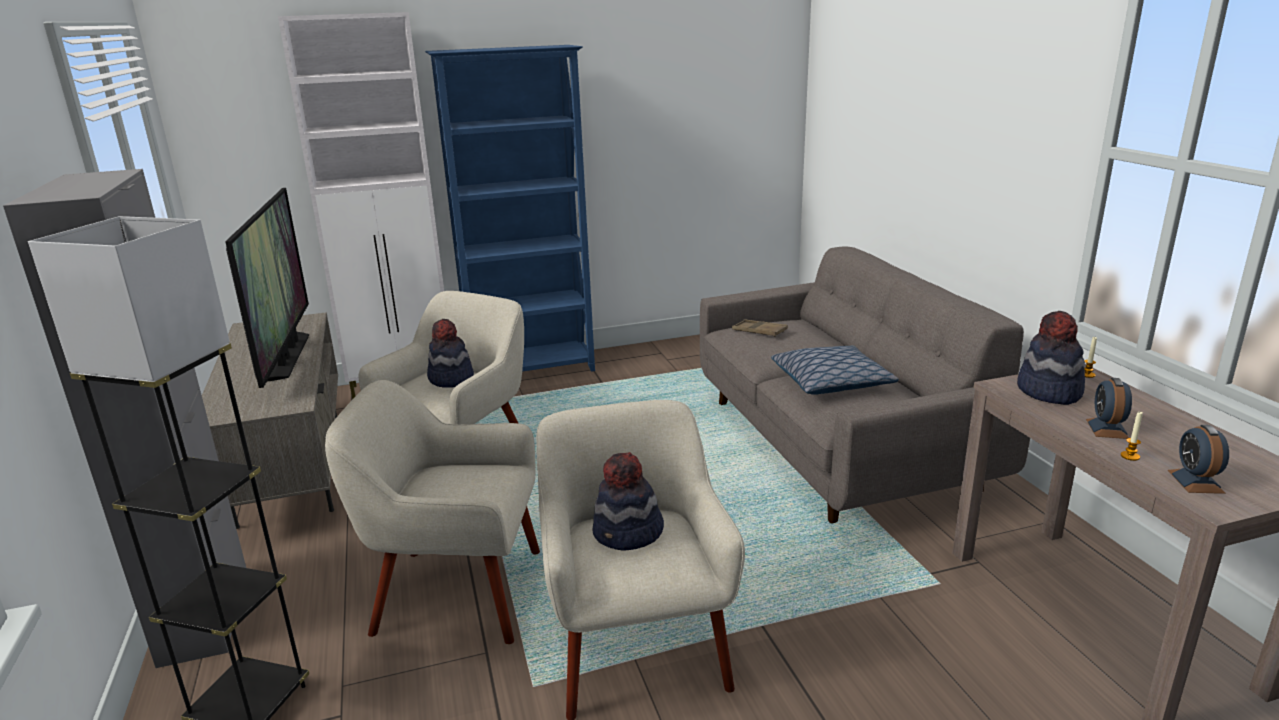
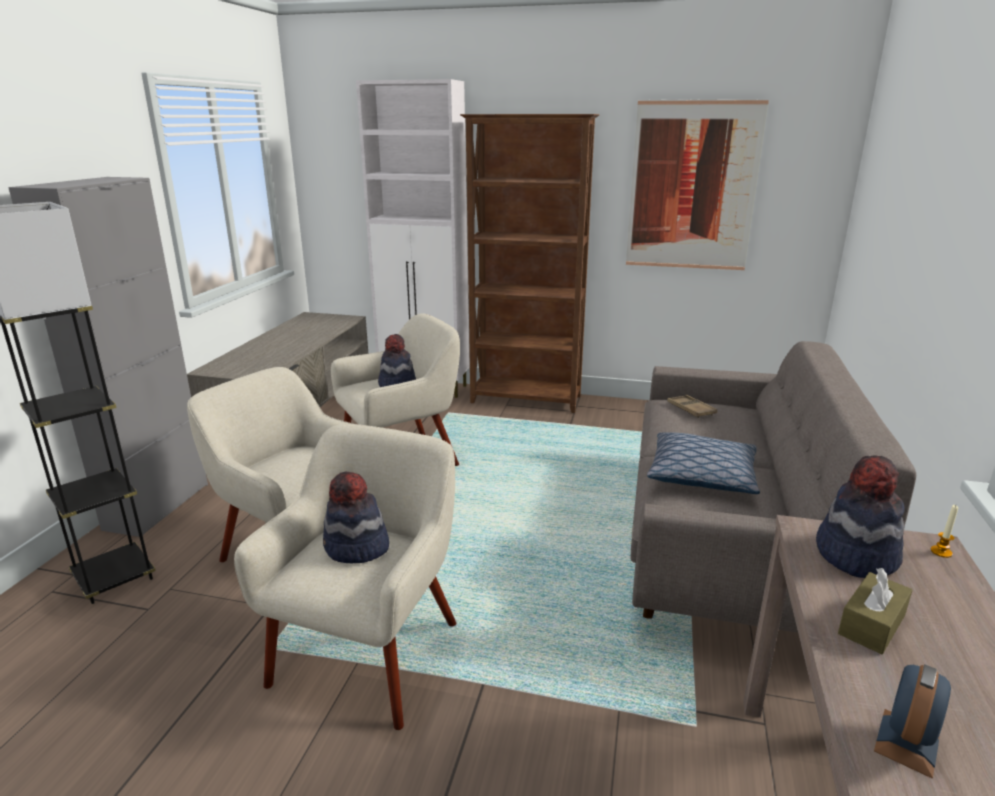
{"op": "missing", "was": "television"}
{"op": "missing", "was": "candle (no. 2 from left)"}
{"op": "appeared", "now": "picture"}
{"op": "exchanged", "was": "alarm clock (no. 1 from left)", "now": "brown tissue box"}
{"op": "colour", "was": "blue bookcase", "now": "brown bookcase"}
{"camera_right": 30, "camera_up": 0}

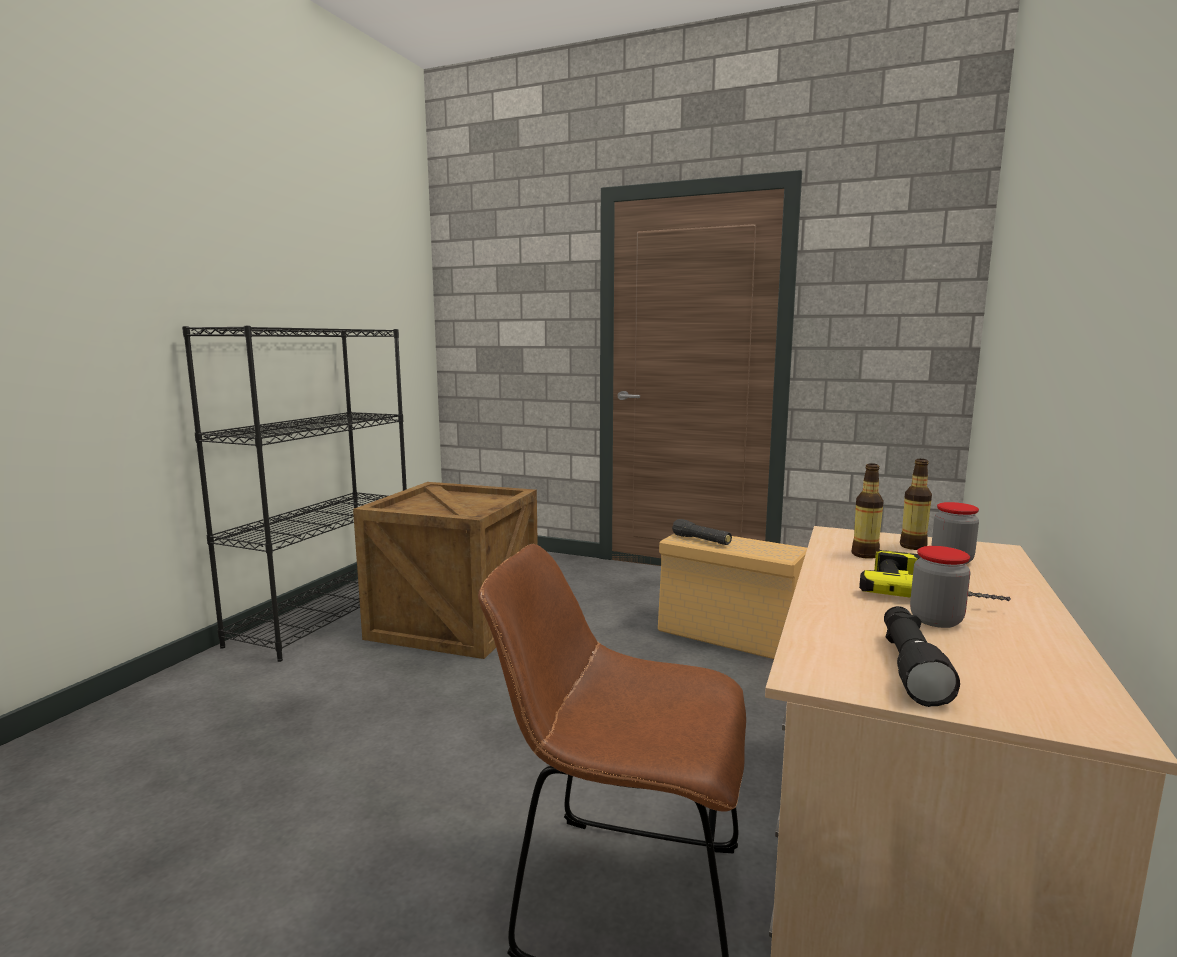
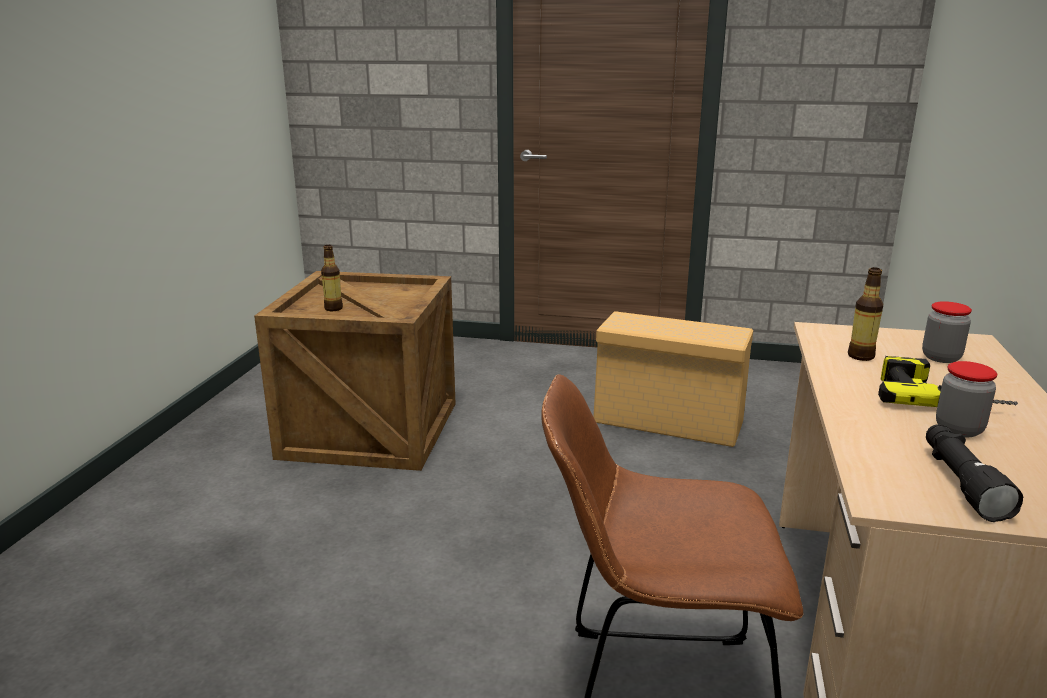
{"op": "missing", "was": "black bookcase"}
{"op": "missing", "was": "black flashlight (no. 1 from left)"}
{"op": "relocated", "was": "bottle (no. 2 from left in the first image)", "now": "bottle (no. 1 from left)"}
{"camera_right": -10, "camera_up": 10}

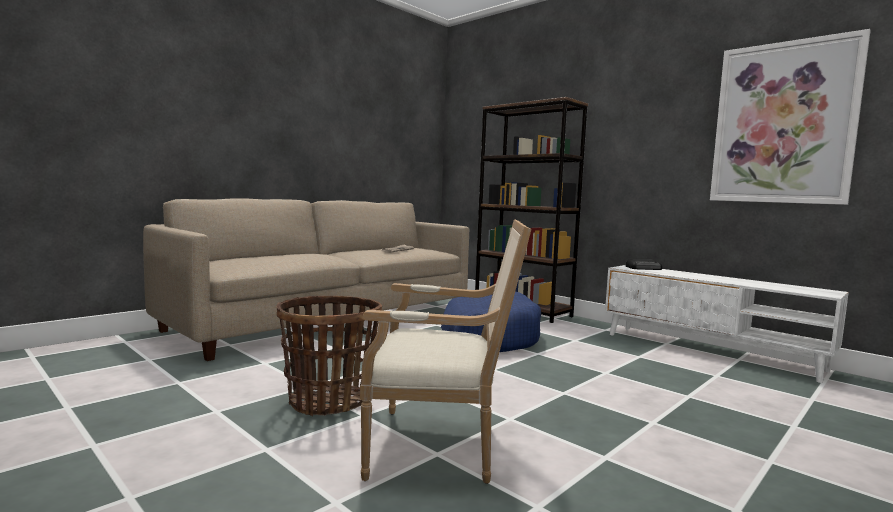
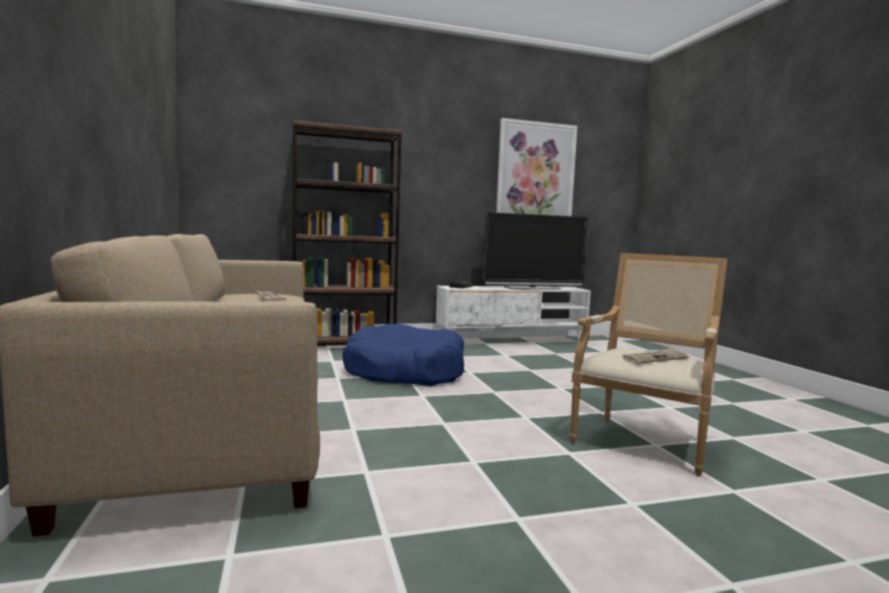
{"op": "missing", "was": "basket"}
{"op": "appeared", "now": "television"}
{"op": "appeared", "now": "newspaper (no. 2 from left)"}
{"camera_right": -60, "camera_up": 0}

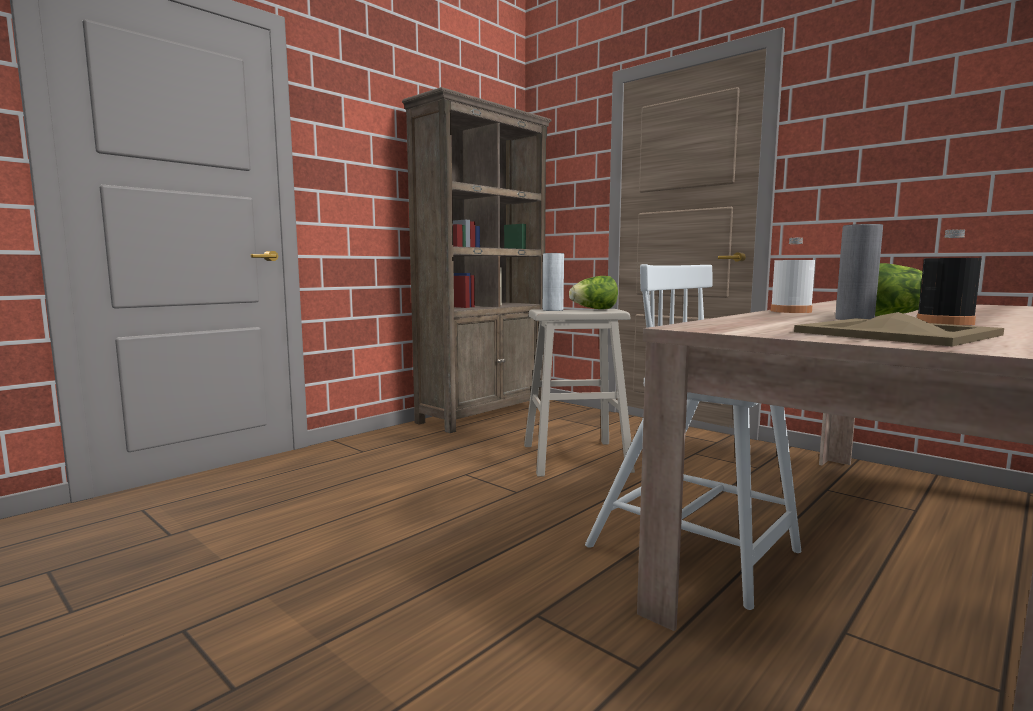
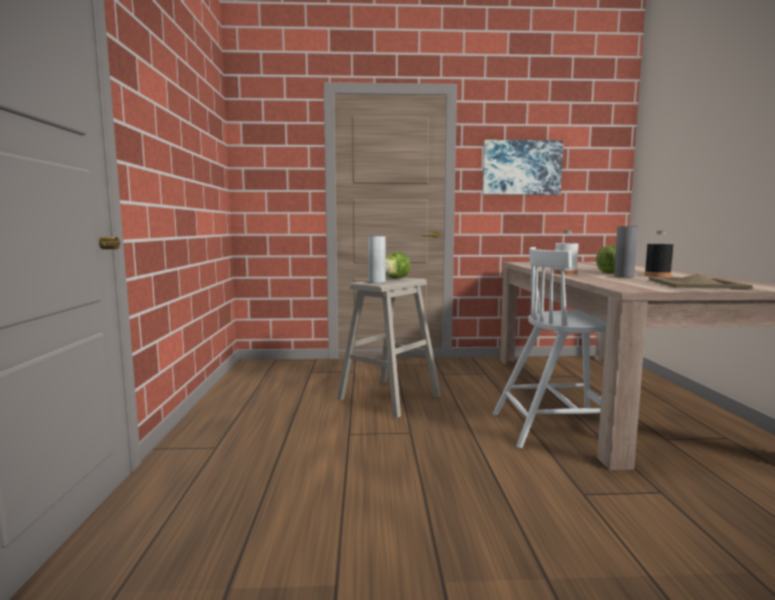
{"op": "missing", "was": "brown bookcase"}
{"op": "appeared", "now": "picture"}
{"camera_right": -45, "camera_up": 0}

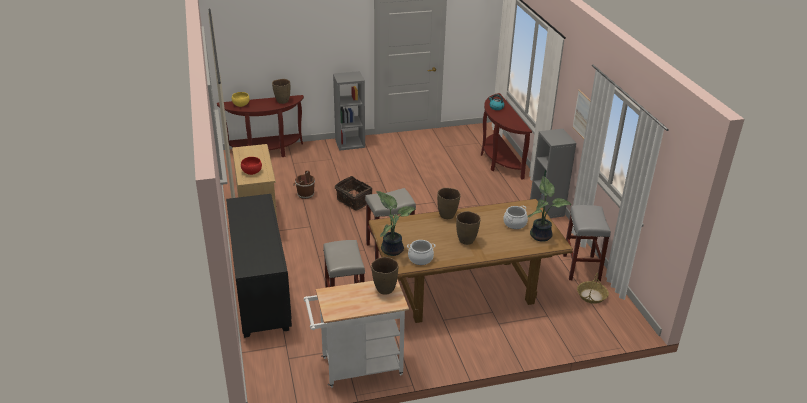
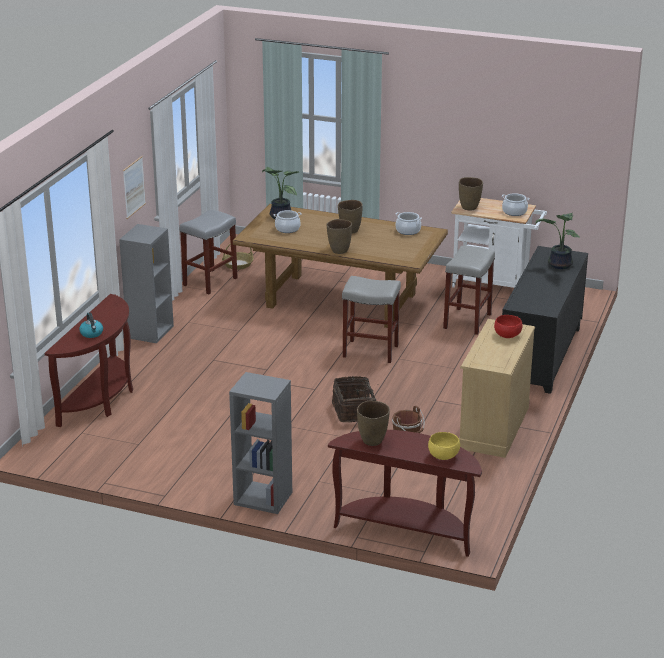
{"op": "appeared", "now": "cooking pot (no. 3 from left)"}
{"op": "relocated", "was": "potted plant (no. 1 from left in the first image)", "now": "potted plant (no. 2 from left)"}
{"camera_right": -145, "camera_up": -5}

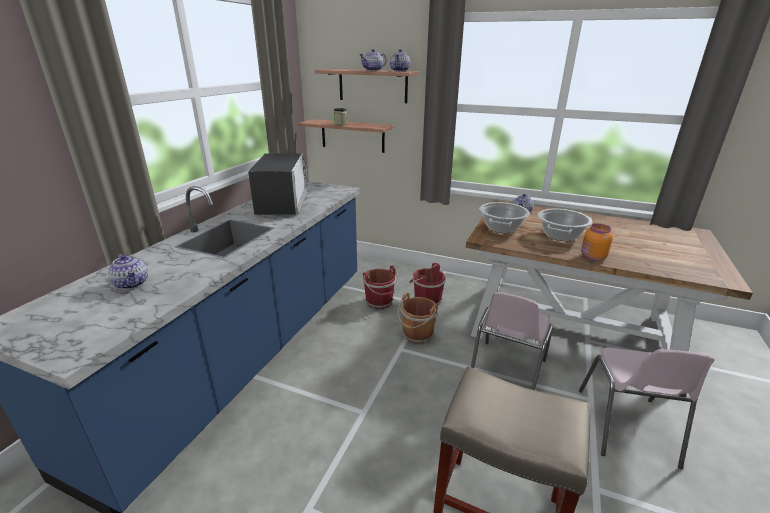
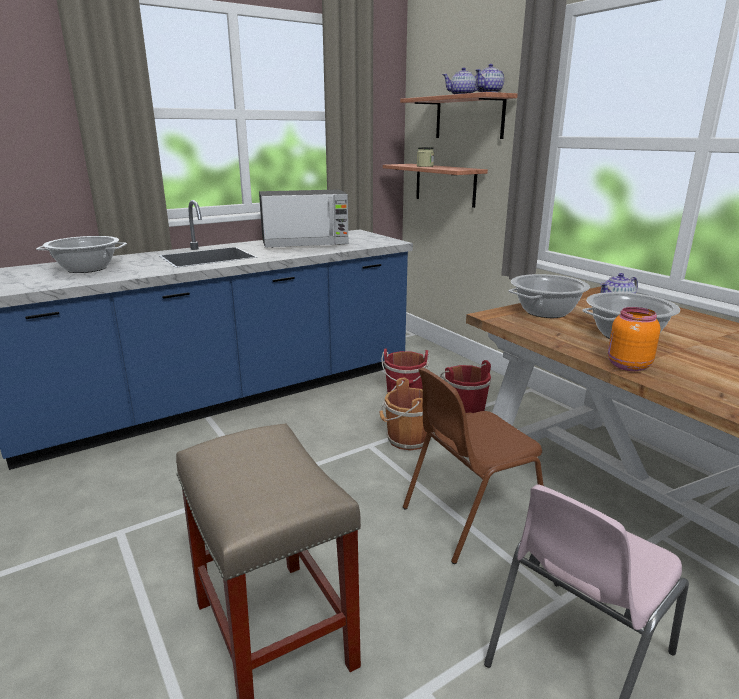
{"op": "exchanged", "was": "teapot (no. 1 from left)", "now": "cooking pot (no. 1 from left)"}
{"op": "colour", "was": "pink chair (no. 1 from left)", "now": "brown chair"}
{"op": "spun", "was": "microwave", "clockwise": 45}
{"camera_right": 35, "camera_up": -5}

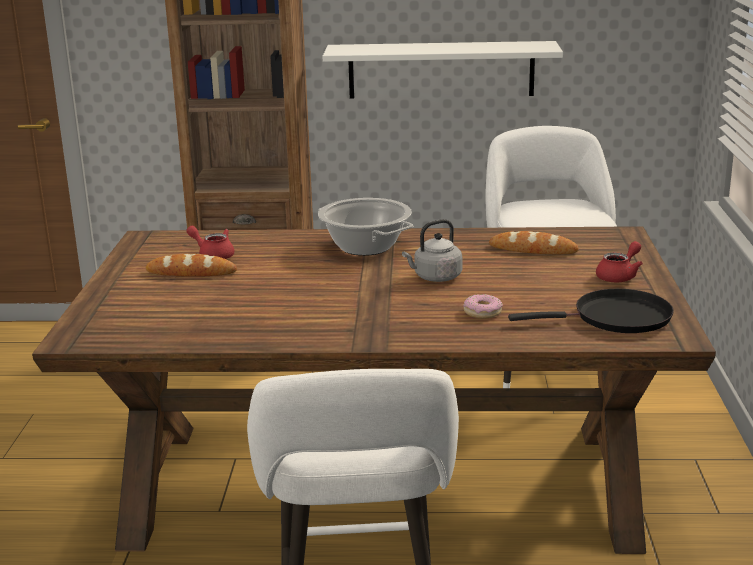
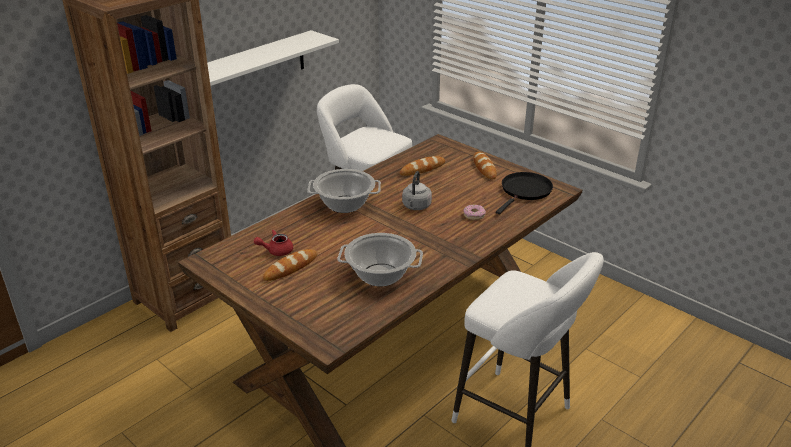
{"op": "appeared", "now": "cooking pot (no. 2 from left)"}
{"op": "exchanged", "was": "red teapot (no. 2 from left)", "now": "bread (no. 3 from left)"}
{"camera_right": -50, "camera_up": 10}

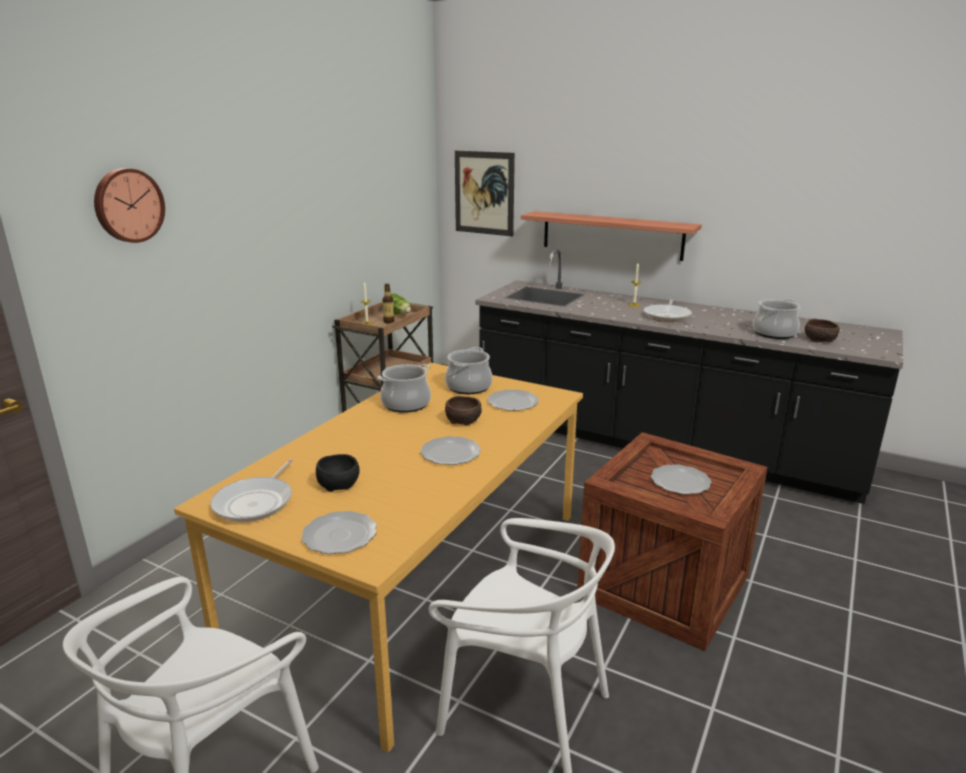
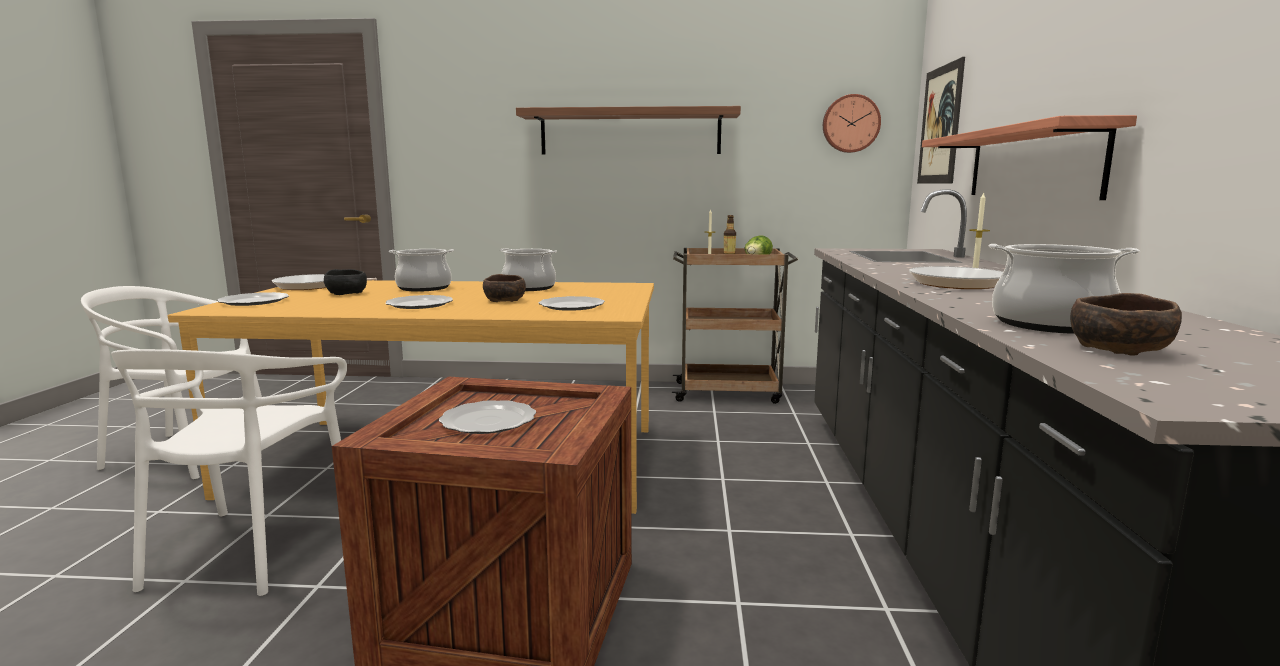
{"op": "appeared", "now": "shelf (no. 1 from left)"}
{"op": "relocated", "was": "wall clock"}
{"op": "relocated", "was": "cooking pot (no. 2 from left in the first image)", "now": "cooking pot (no. 1 from left)"}
{"camera_right": 65, "camera_up": -10}

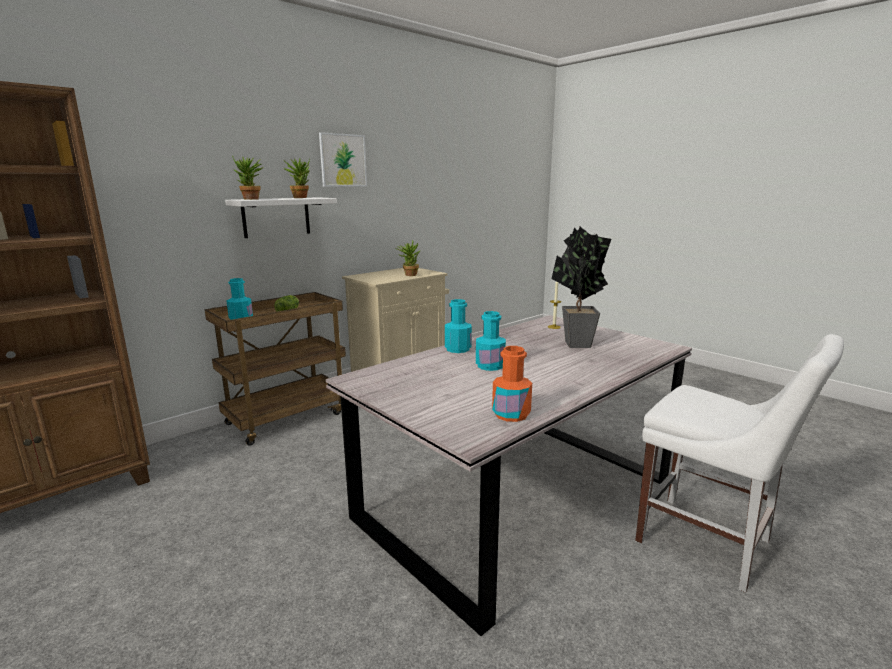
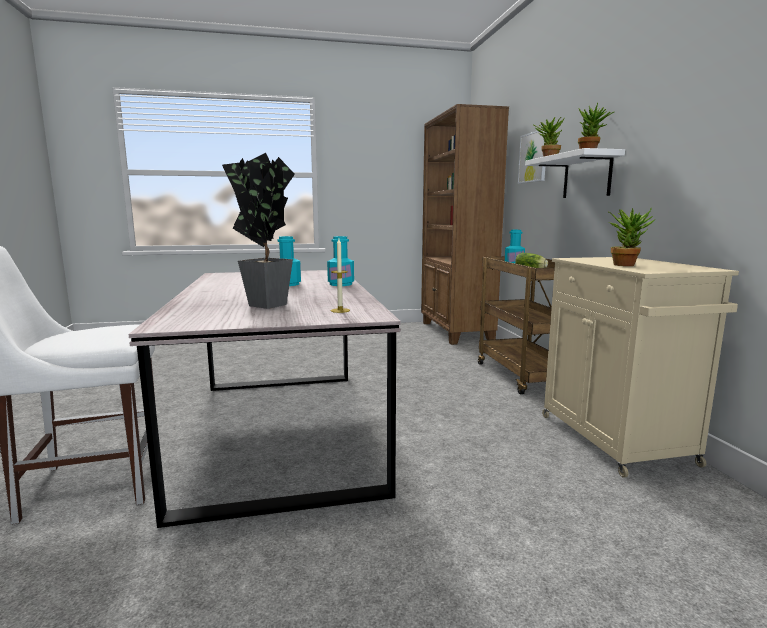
{"op": "missing", "was": "orange bottle"}
{"op": "relocated", "was": "picture"}
{"camera_right": 120, "camera_up": -5}

